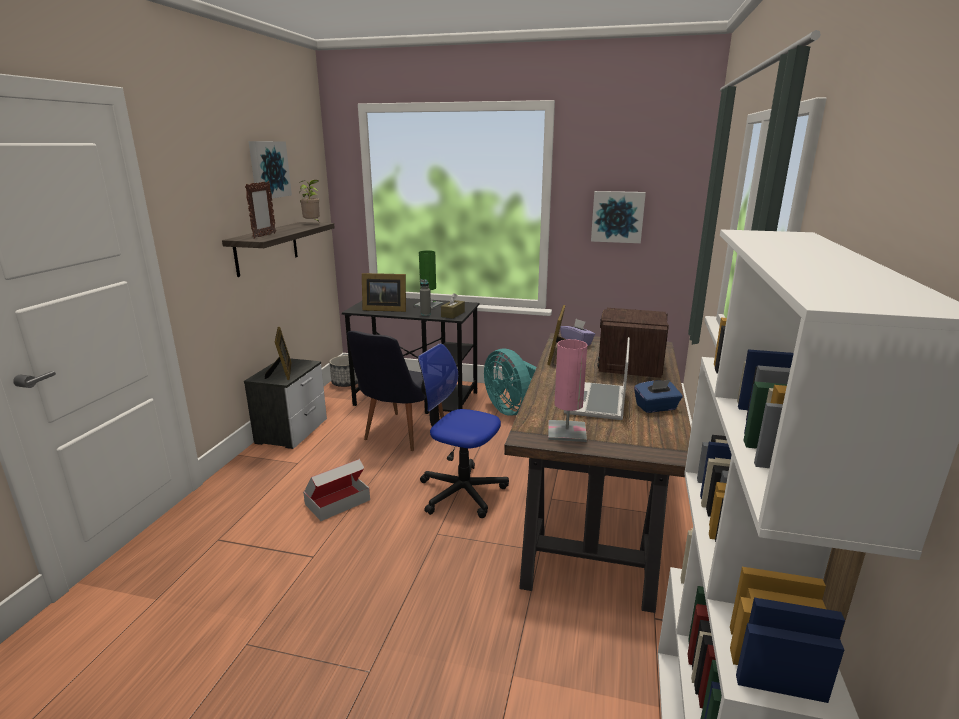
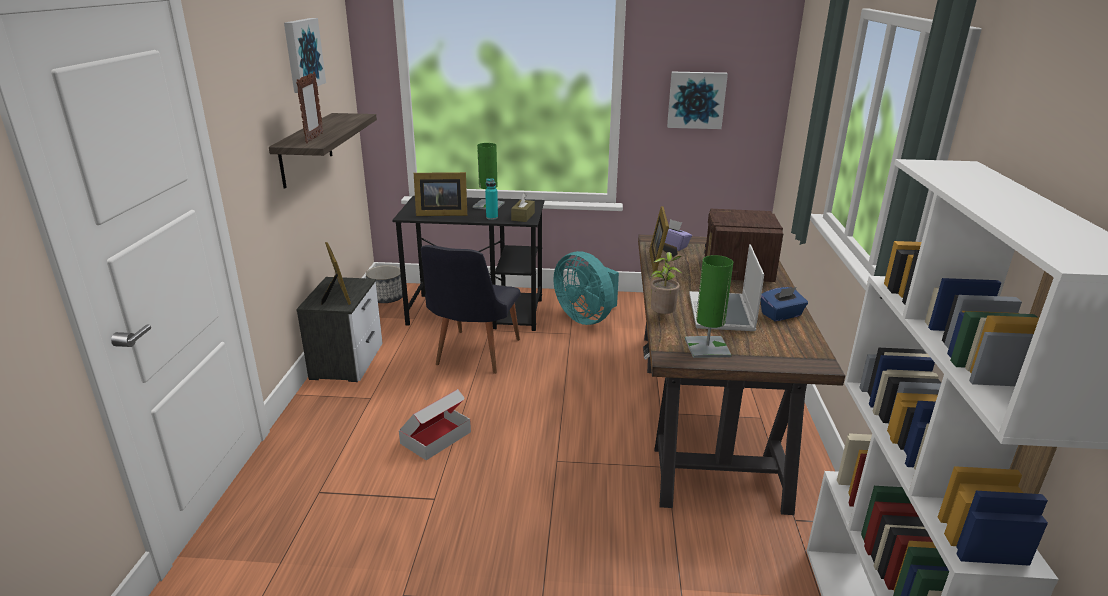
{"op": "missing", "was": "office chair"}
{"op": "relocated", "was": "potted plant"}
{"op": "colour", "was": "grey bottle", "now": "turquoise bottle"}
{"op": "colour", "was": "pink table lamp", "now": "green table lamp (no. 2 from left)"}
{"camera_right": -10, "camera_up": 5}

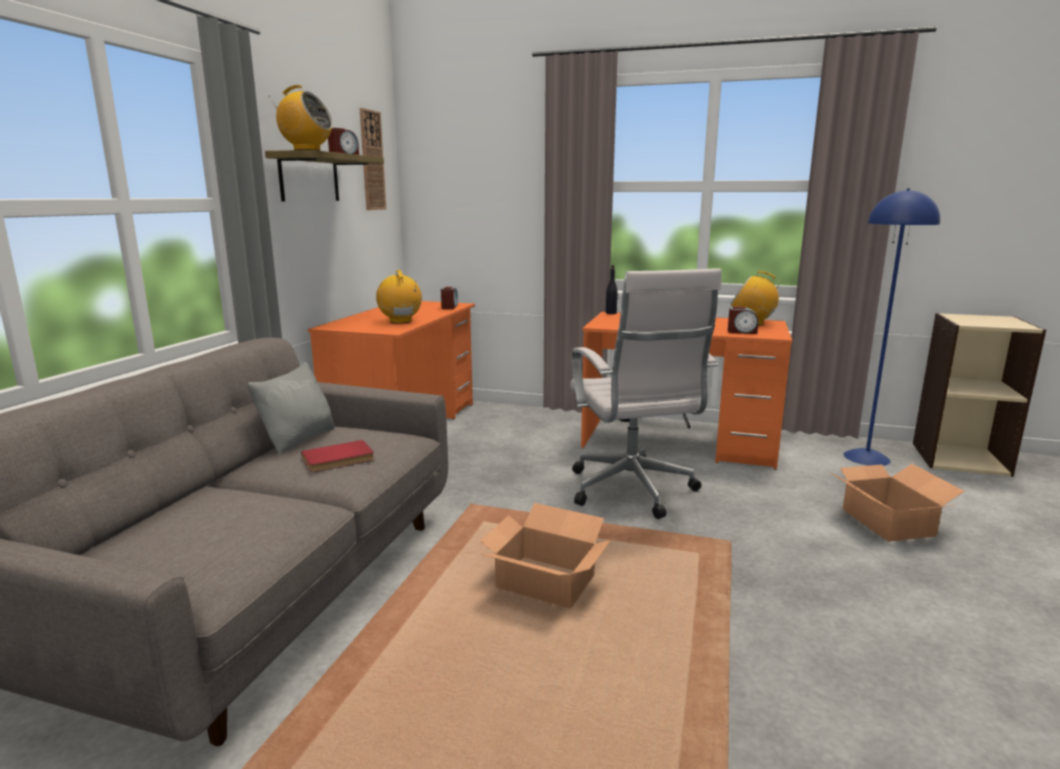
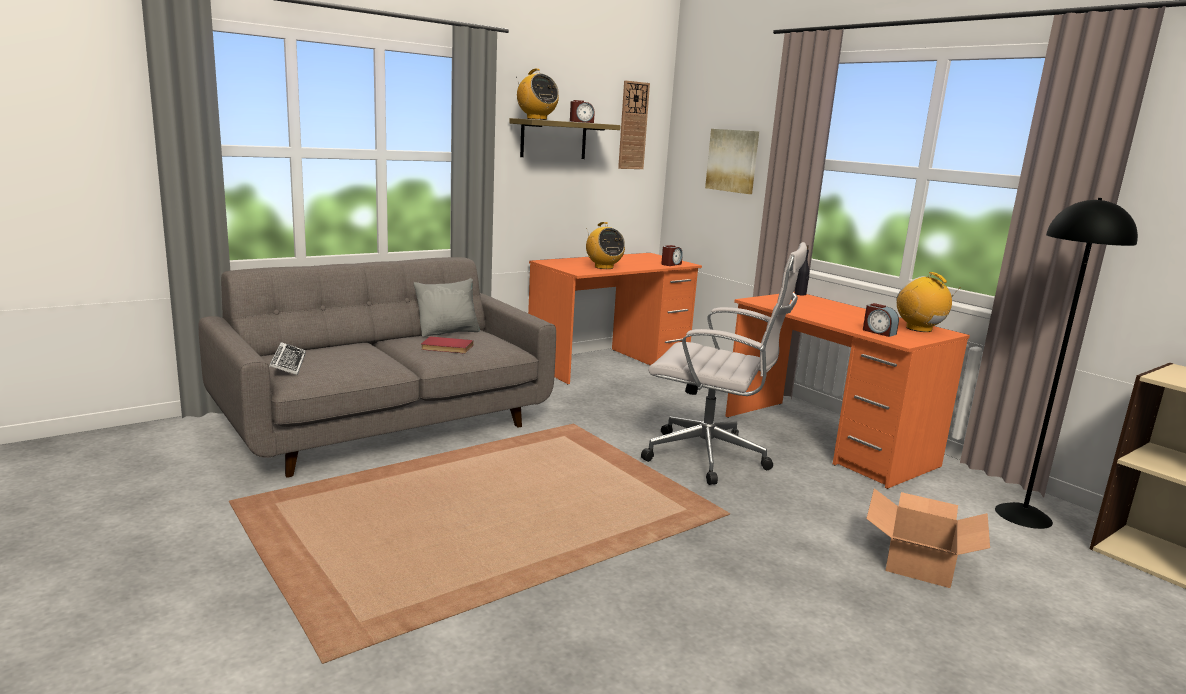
{"op": "missing", "was": "cardboard box (no. 1 from left)"}
{"op": "appeared", "now": "keyboard"}
{"op": "appeared", "now": "picture"}
{"op": "colour", "was": "blue floor lamp", "now": "black floor lamp"}
{"op": "spun", "was": "radio (no. 2 from left)", "clockwise": 135}
{"op": "spun", "was": "white office chair", "clockwise": -90}
{"camera_right": 35, "camera_up": 0}

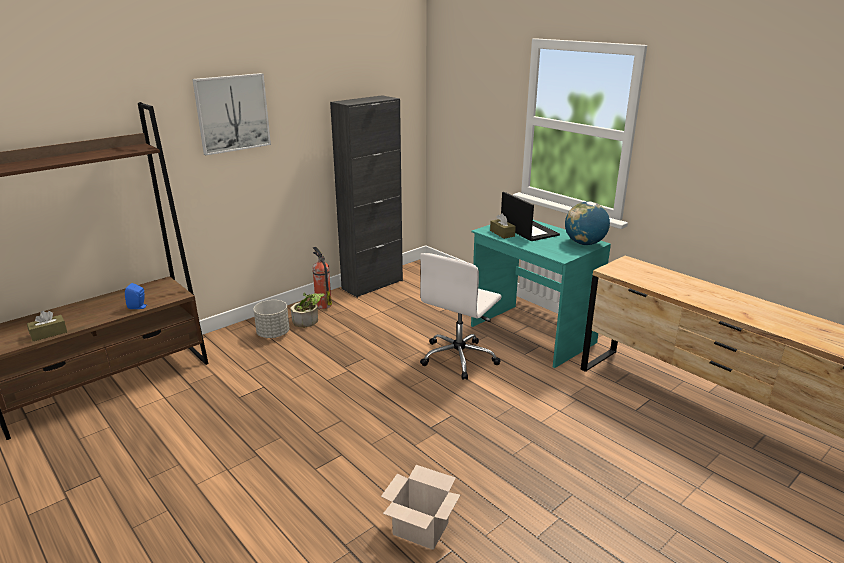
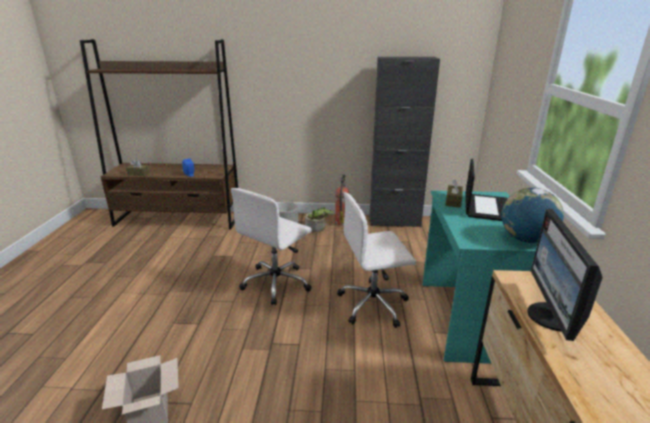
{"op": "missing", "was": "picture"}
{"op": "appeared", "now": "white office chair (no. 1 from left)"}
{"op": "appeared", "now": "monitor"}
{"camera_right": 45, "camera_up": 0}

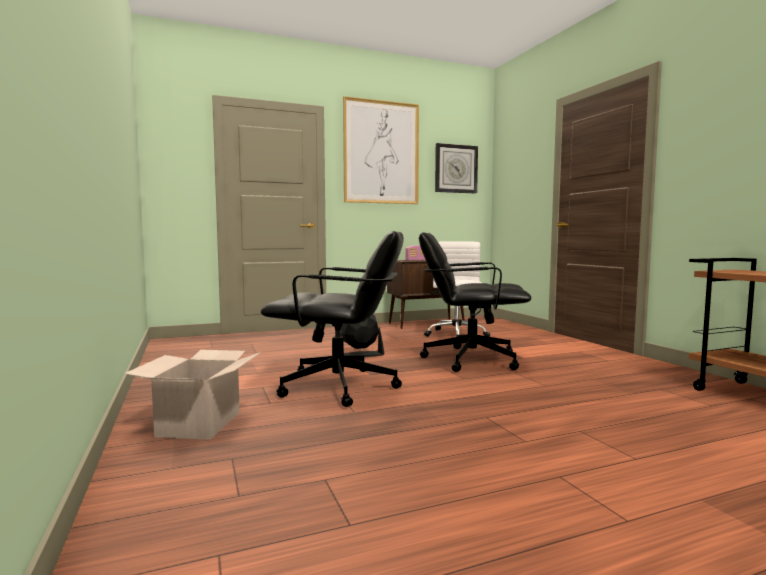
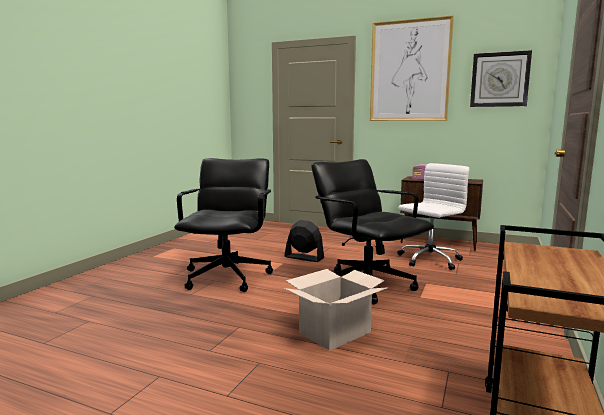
{"op": "relocated", "was": "cardboard box"}
{"op": "spun", "was": "black office chair (no. 1 from left)", "clockwise": -135}
{"camera_right": 45, "camera_up": 5}

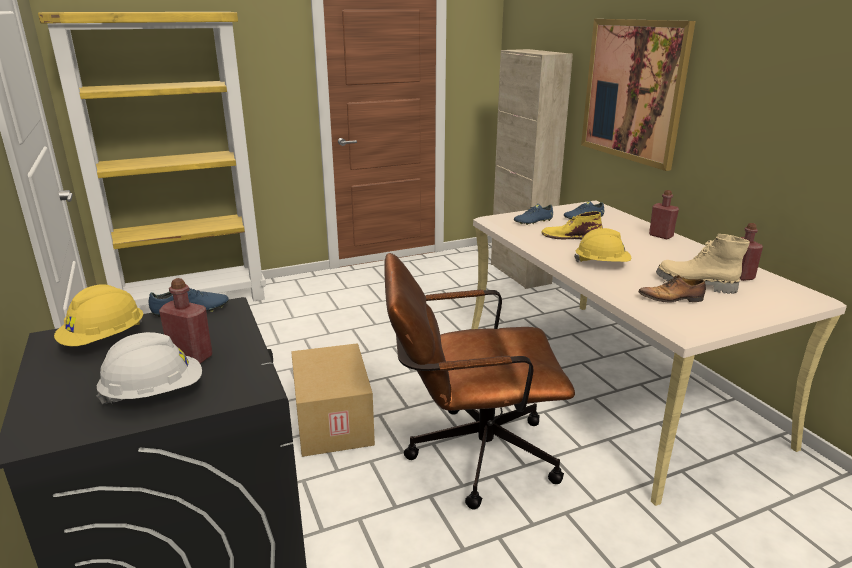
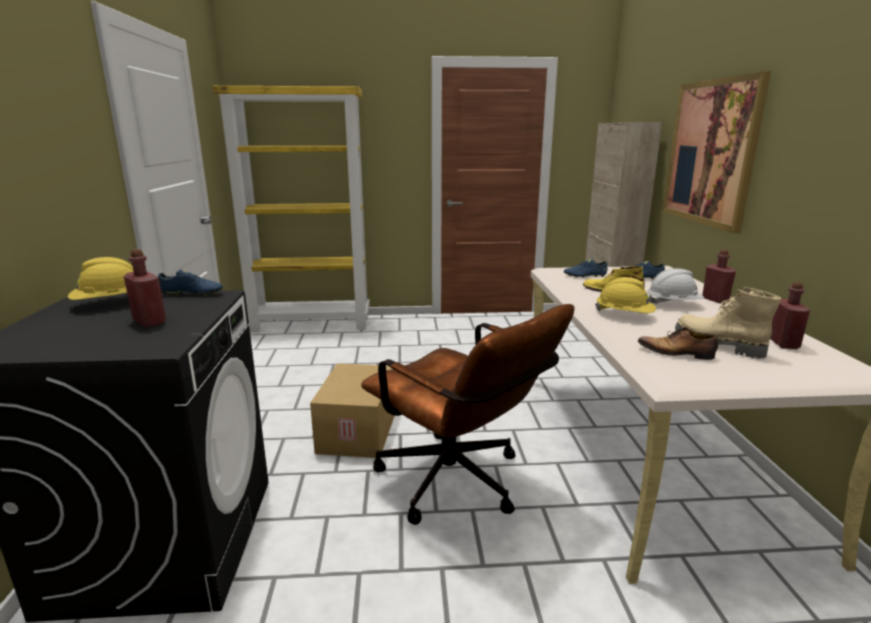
{"op": "relocated", "was": "white hard hat"}
{"op": "spun", "was": "brown office chair", "clockwise": -150}
{"camera_right": 20, "camera_up": -5}

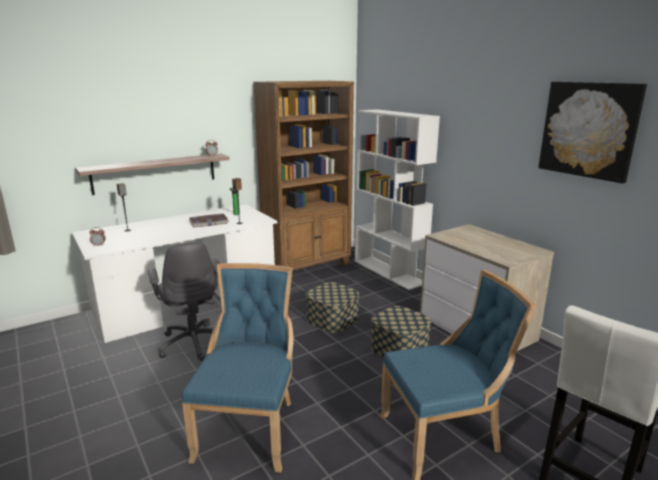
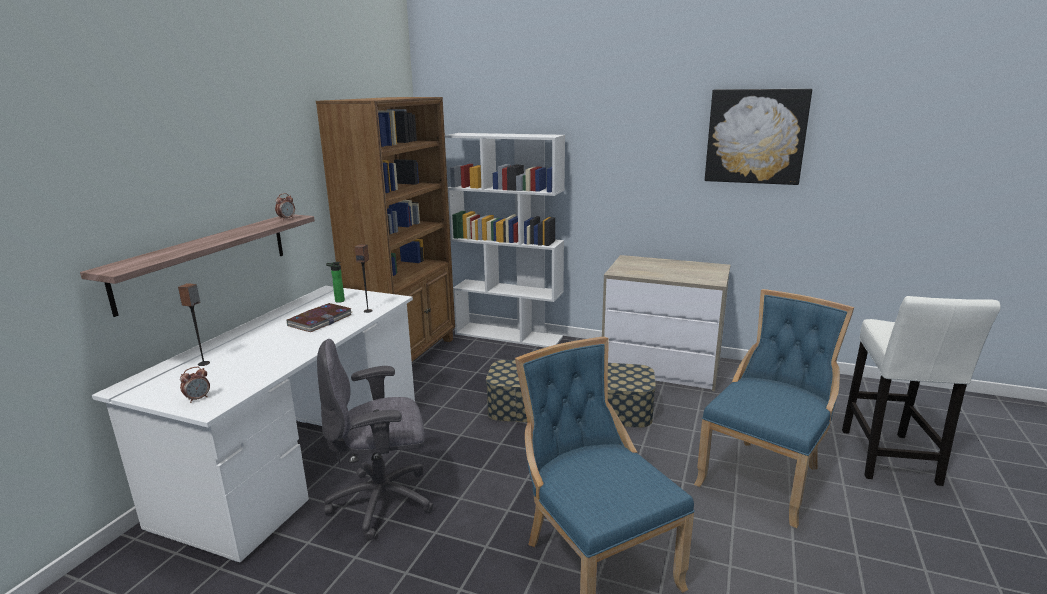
{"op": "spun", "was": "grey office chair", "clockwise": 135}
{"camera_right": -35, "camera_up": 0}

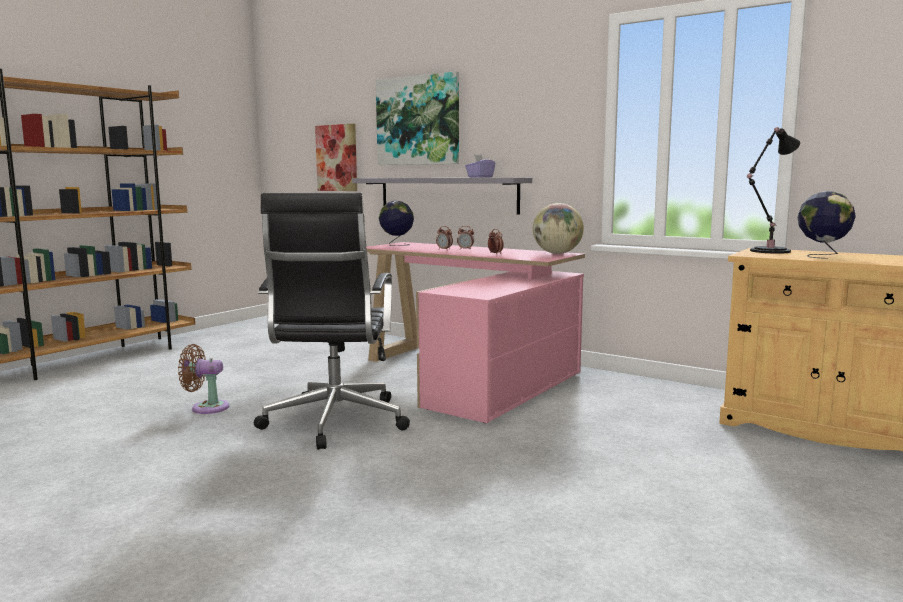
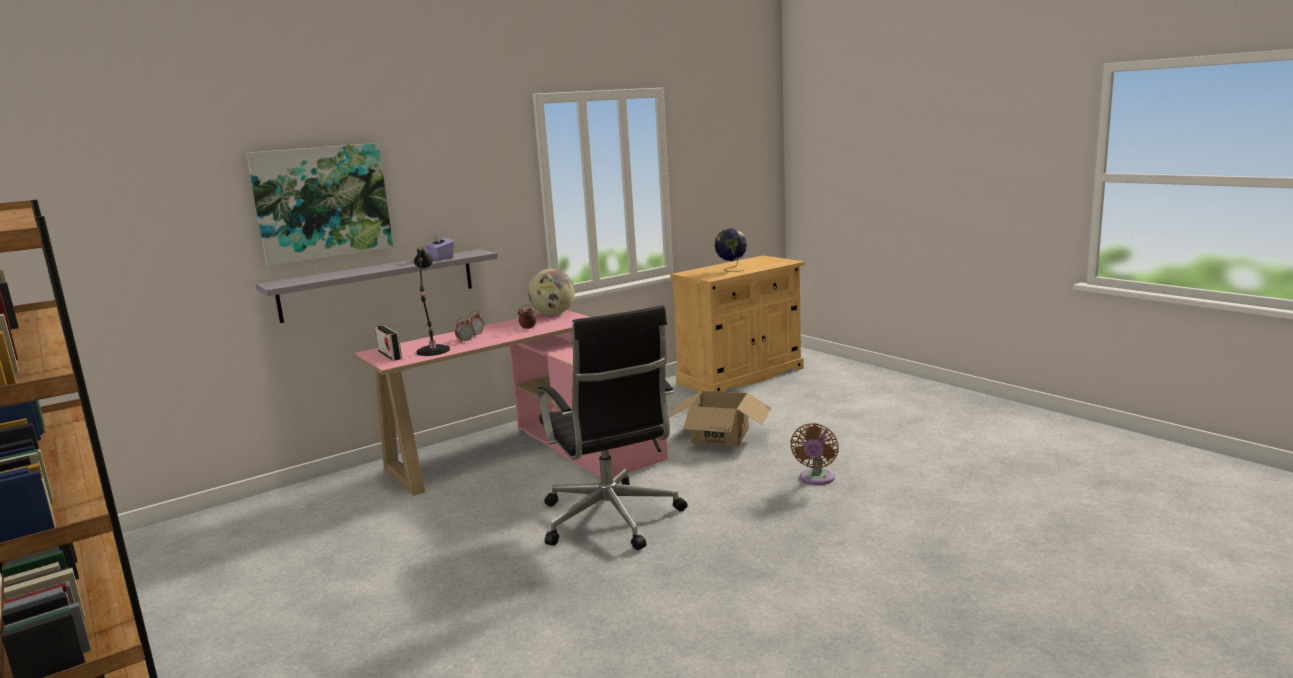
{"op": "missing", "was": "picture (no. 1 from left)"}
{"op": "appeared", "now": "cardboard box"}
{"op": "relocated", "was": "brown fan"}
{"op": "relocated", "was": "black table lamp"}
{"op": "exchanged", "was": "globe (no. 1 from left)", "now": "radio"}
{"op": "spun", "was": "black office chair", "clockwise": 45}
{"camera_right": -70, "camera_up": 5}

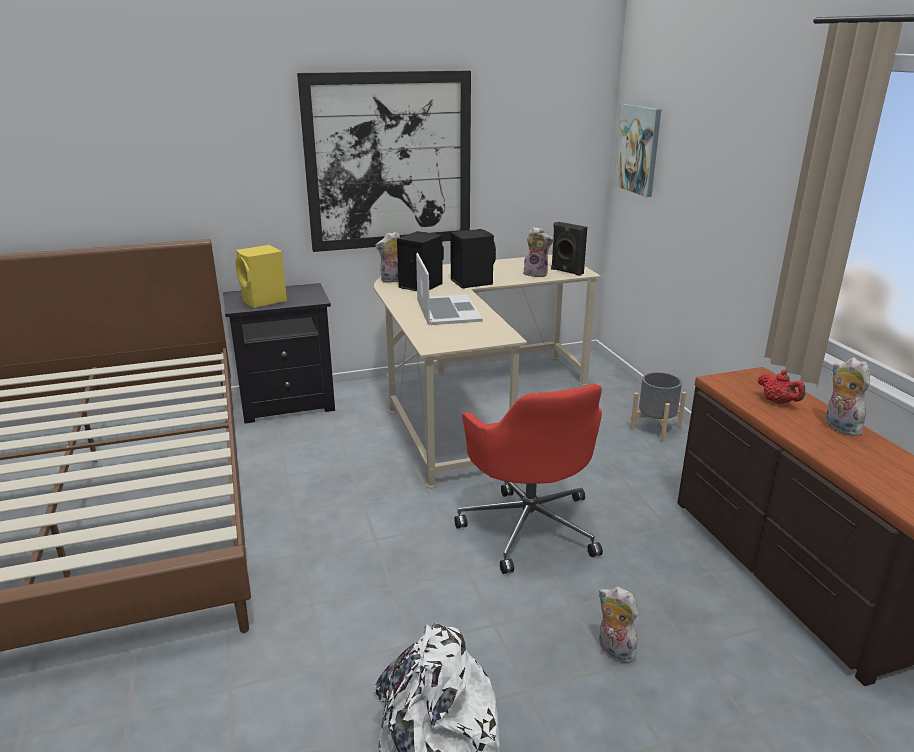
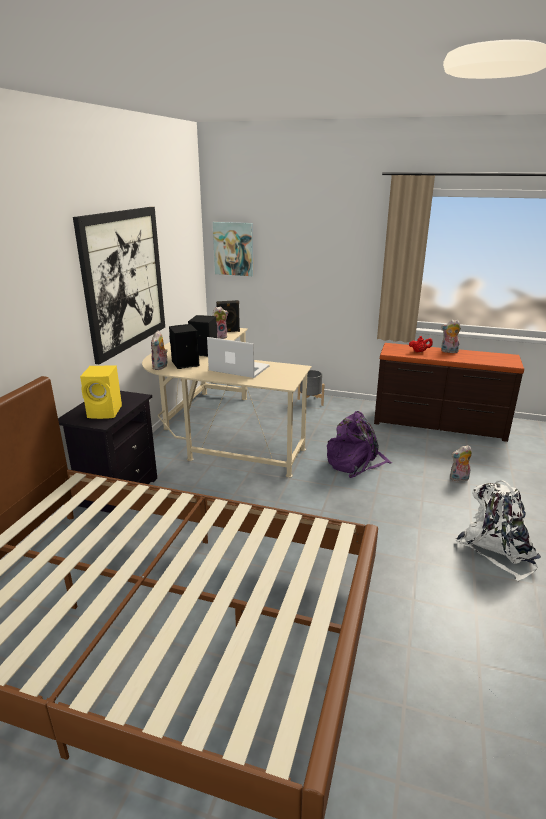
{"op": "exchanged", "was": "red office chair", "now": "purple backpack"}
{"camera_right": -55, "camera_up": 0}

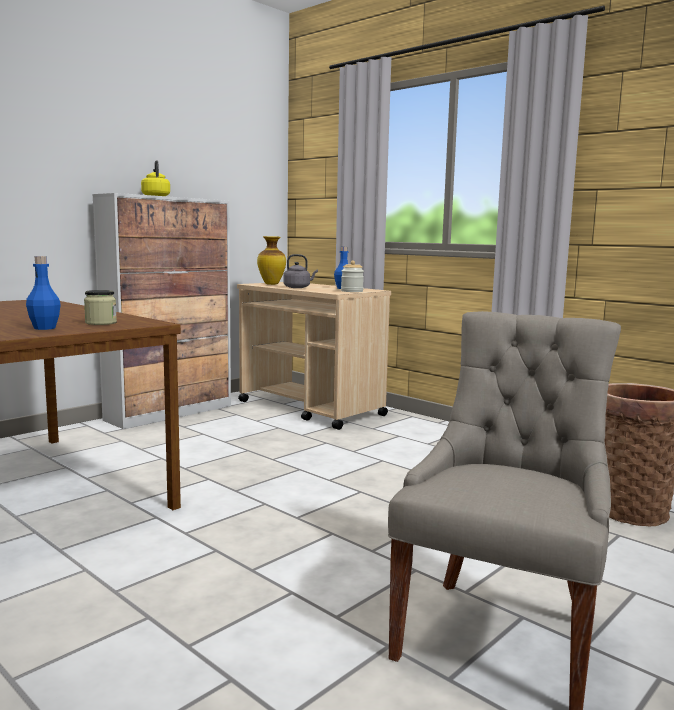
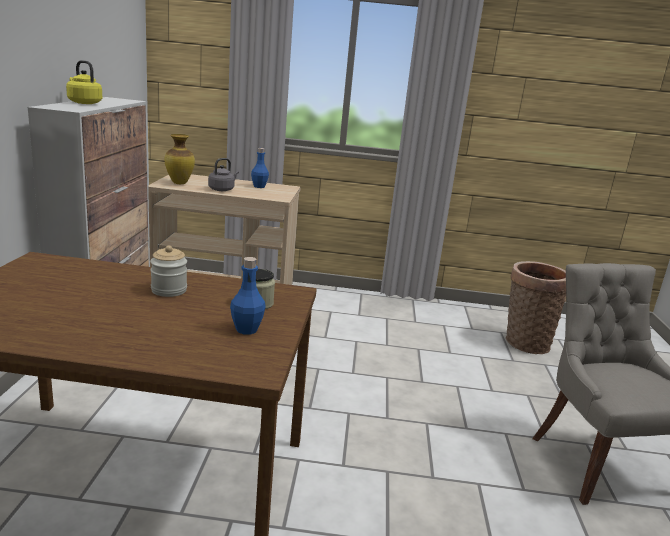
{"op": "relocated", "was": "jar (no. 2 from left in the first image)", "now": "jar (no. 1 from left)"}
{"camera_right": -40, "camera_up": 10}

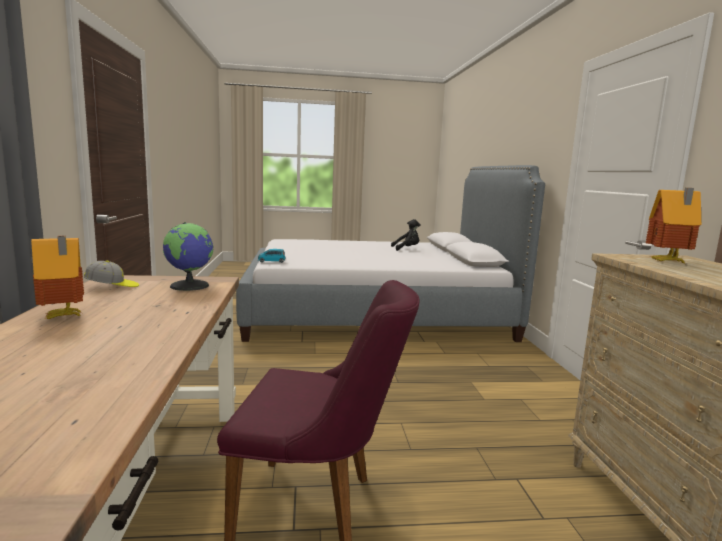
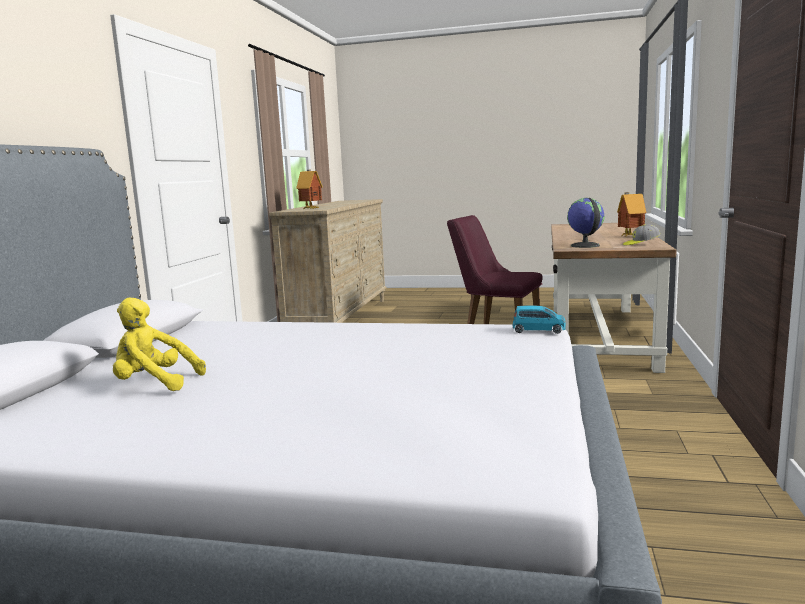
{"op": "colour", "was": "black plush toy", "now": "yellow plush toy"}
{"camera_right": -160, "camera_up": 0}

